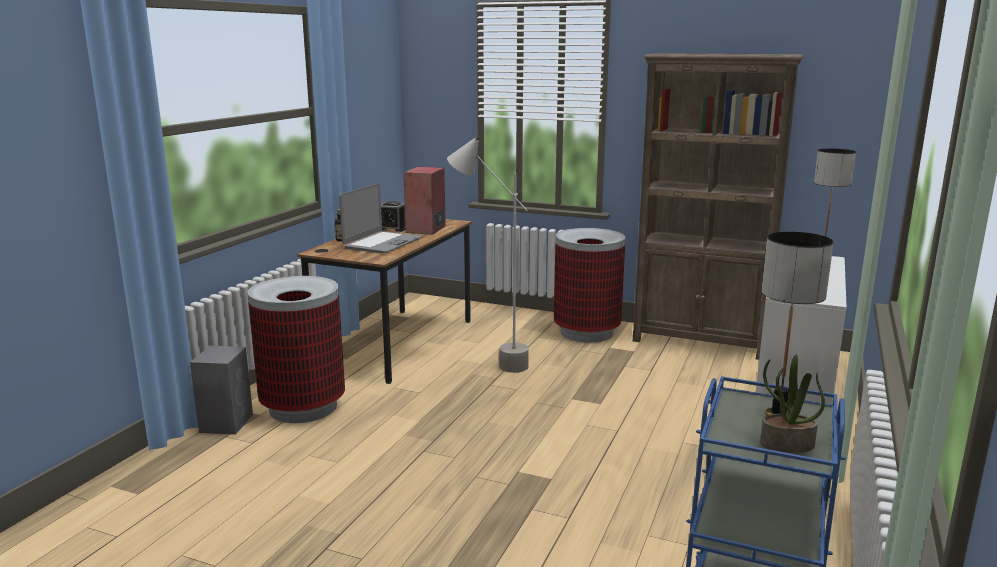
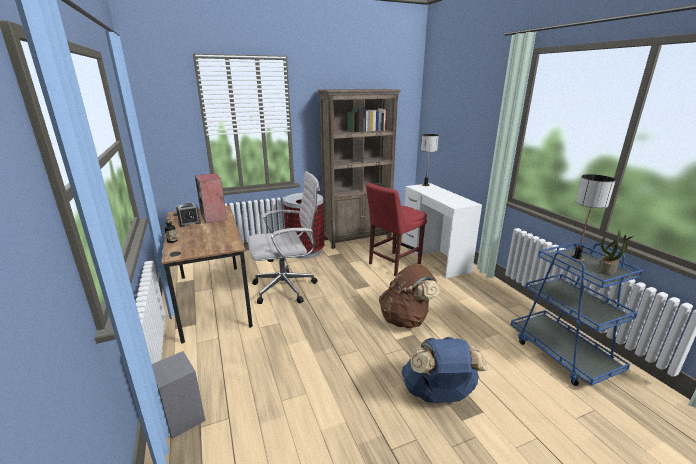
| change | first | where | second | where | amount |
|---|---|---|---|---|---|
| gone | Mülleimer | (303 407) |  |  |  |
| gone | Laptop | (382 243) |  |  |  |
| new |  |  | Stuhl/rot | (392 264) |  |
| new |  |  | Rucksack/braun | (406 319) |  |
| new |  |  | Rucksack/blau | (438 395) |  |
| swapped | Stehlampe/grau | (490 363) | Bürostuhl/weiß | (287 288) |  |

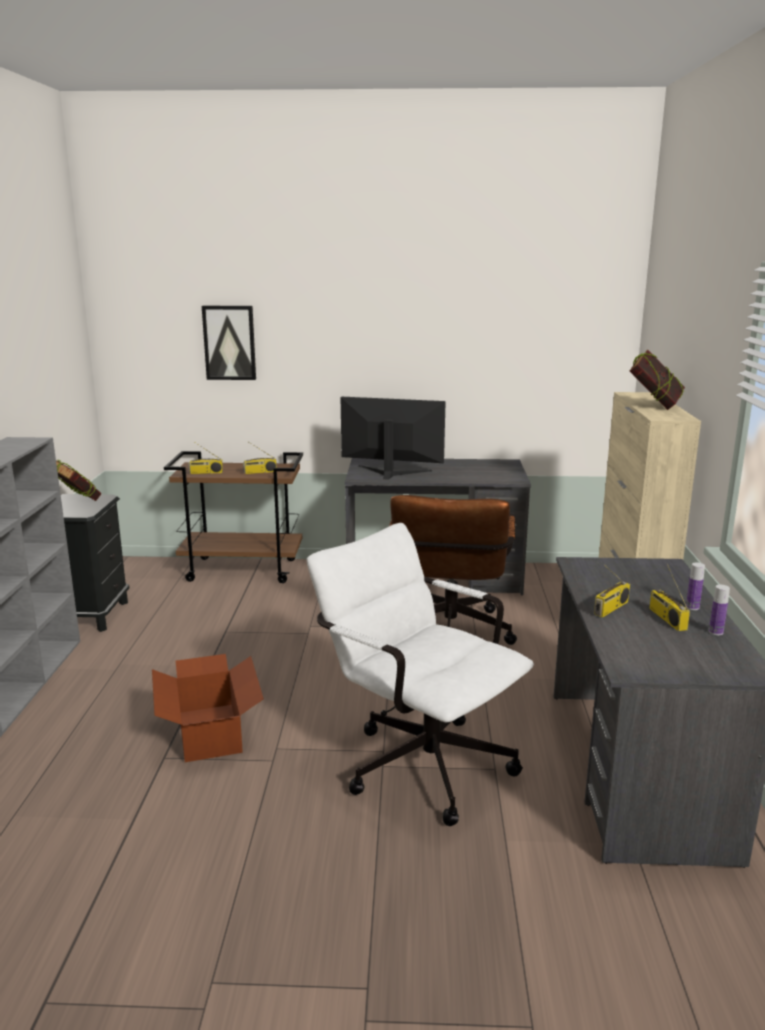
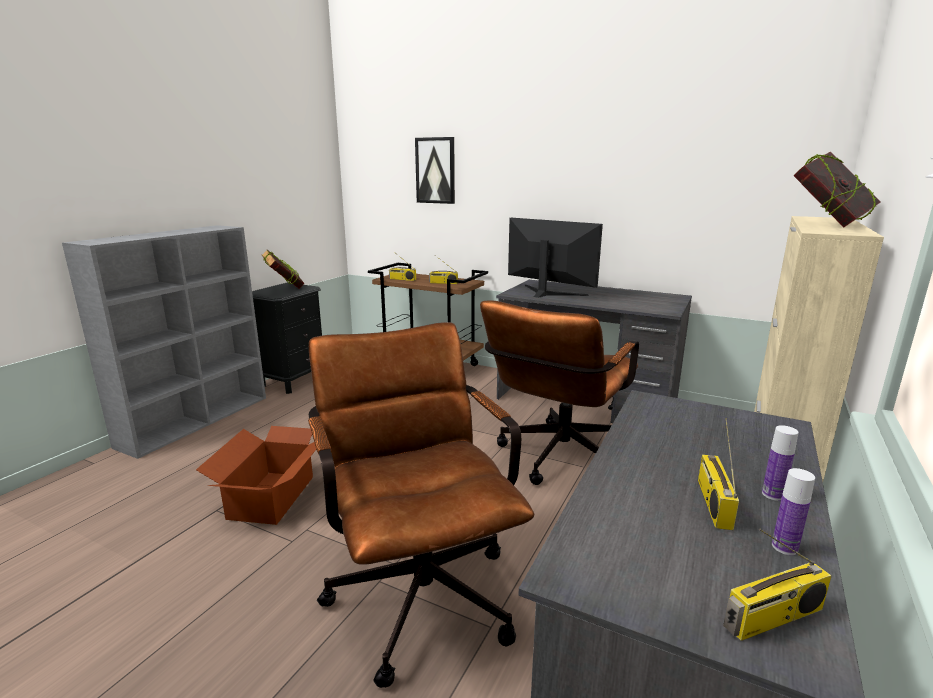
| change | first | where | second | where | amount |
|---|---|---|---|---|---|
| shifted | Radio | (611 608) |  | (773 619) |  |
| repainted | Bürostuhl/weiß | (417 760) | Bürostuhl/braun | (418 586) |  |

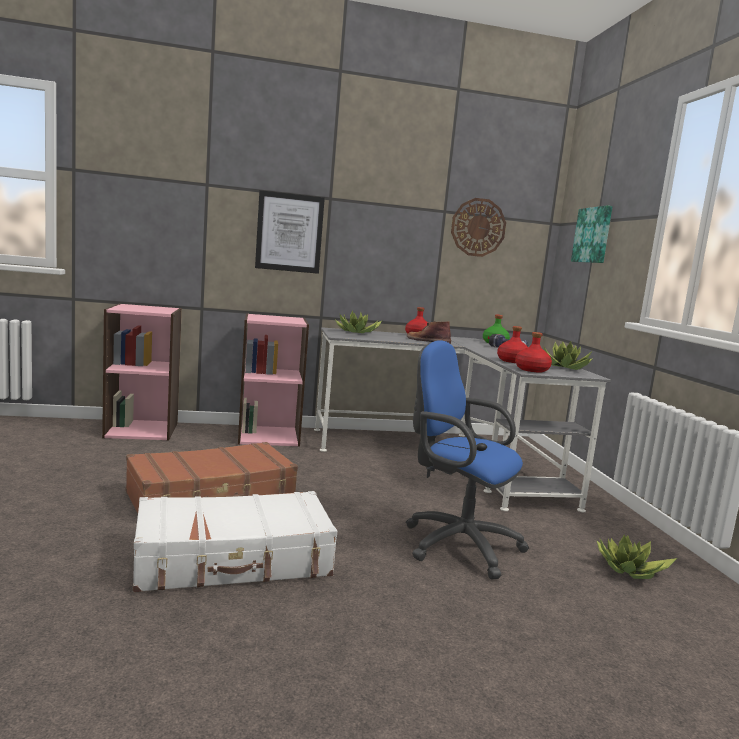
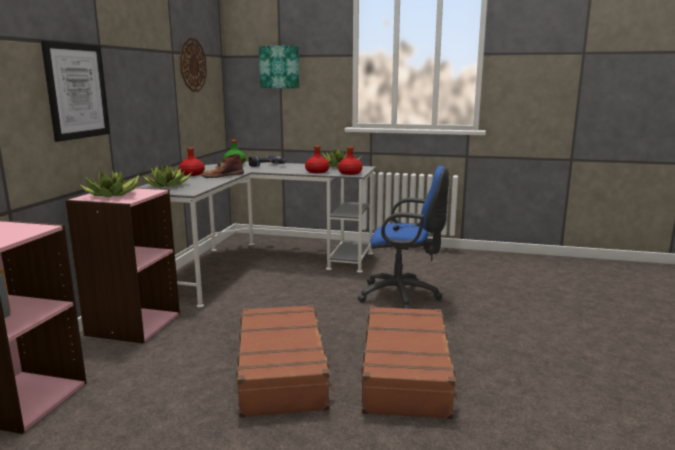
| change | first | where | second | where | amount |
|---|---|---|---|---|---|
| shifted | Topfpflanze | (630 571) |  | (114 195) |  |
| repainted | Koffer/weiß | (234 559) | Koffer/braun | (406 373) |  |
| rotated | Bürostuhl/blau | (455 543) |  | (403 296) | 135 degrees counterclockwise |

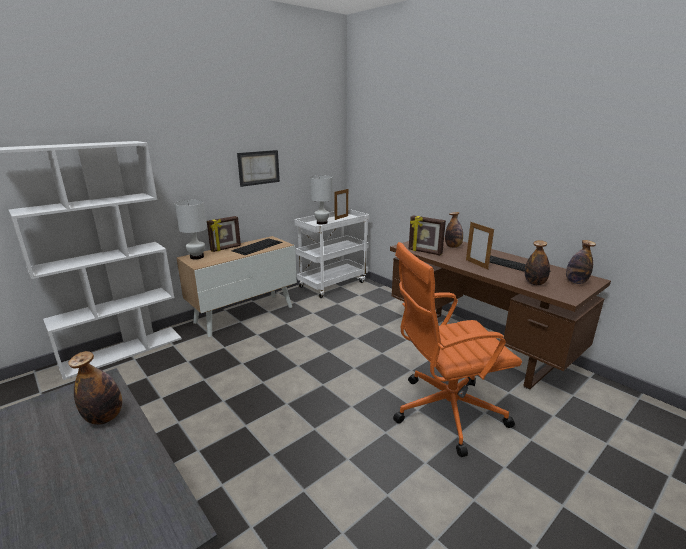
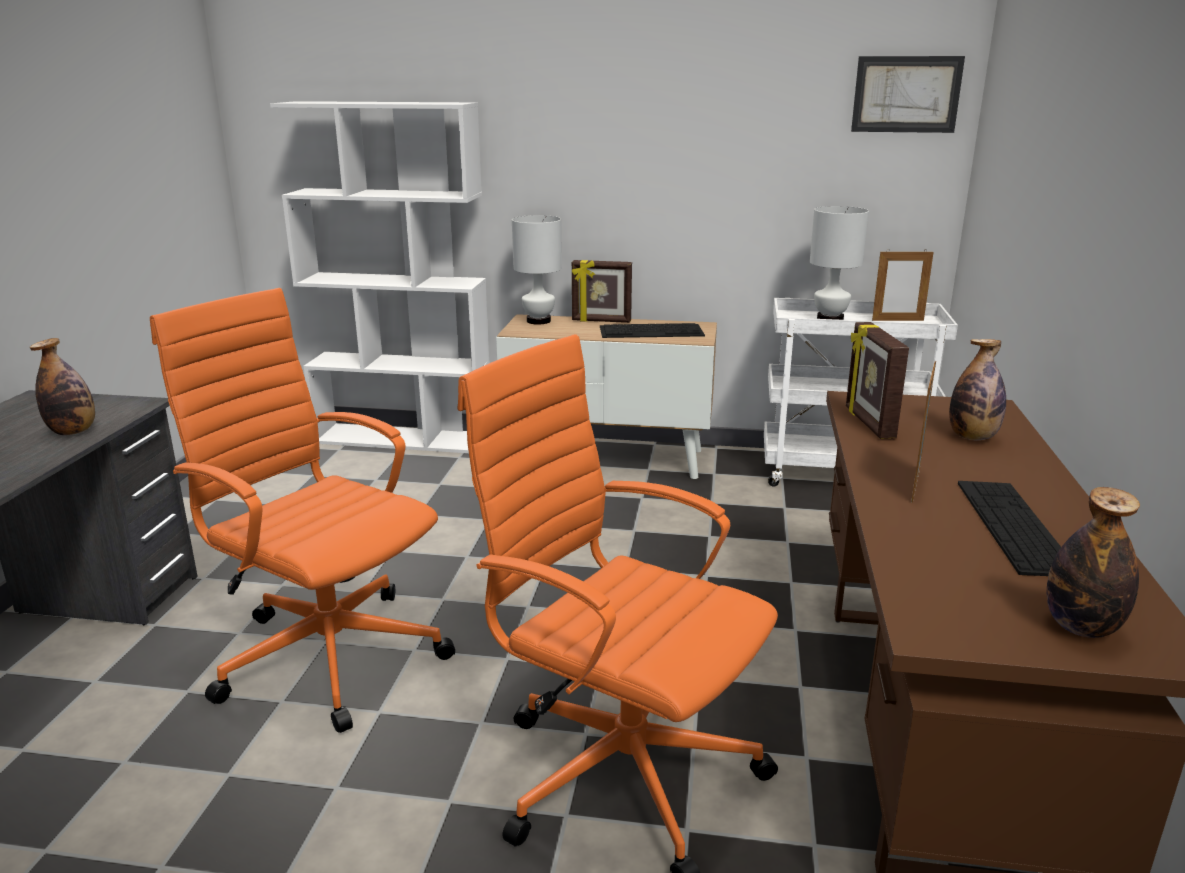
| change | first | where | second | where | amount |
|---|---|---|---|---|---|
| gone | Flasche | (534 283) |  |  |  |
| new |  |  | Bürostuhl/orange | (328 653) |  |
| shifted | Bild | (258 167) |  | (906 94) |  |

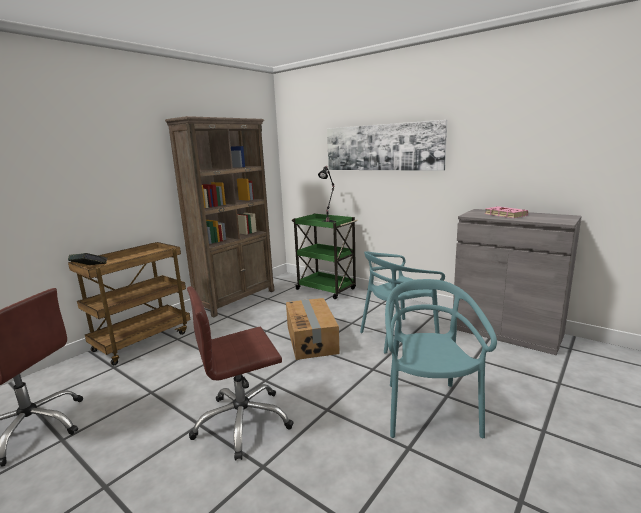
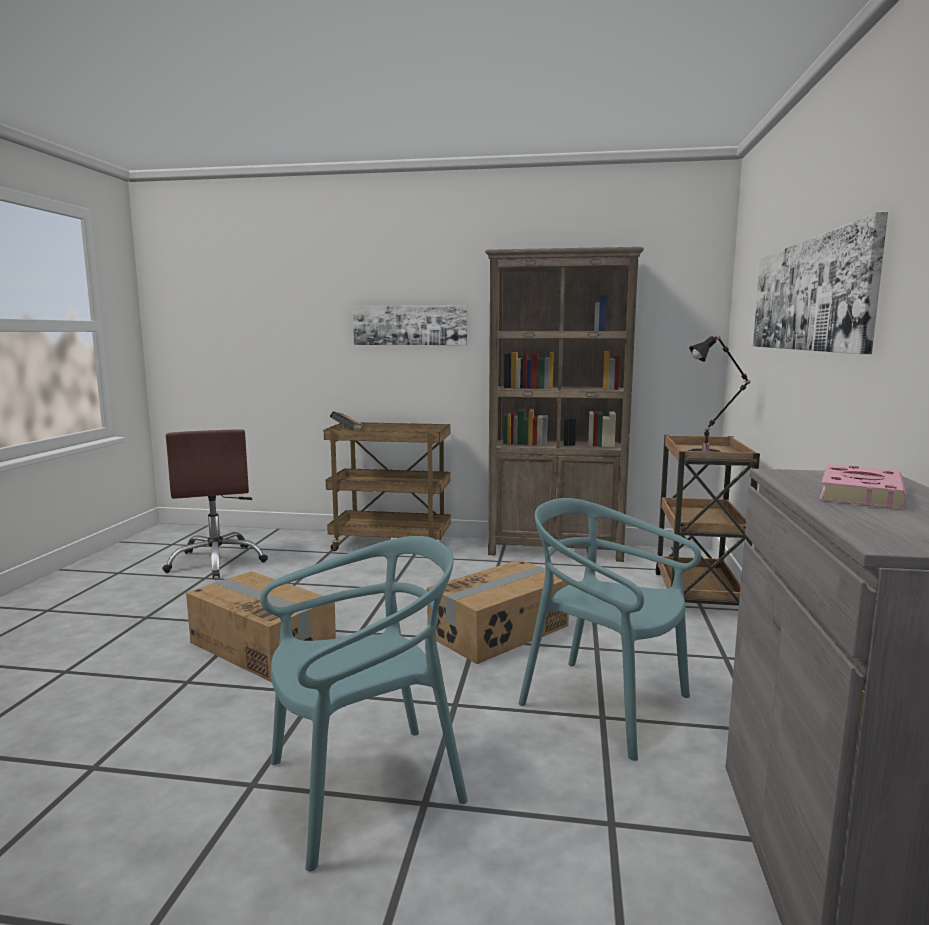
| change | first | where | second | where | amount |
|---|---|---|---|---|---|
| new |  |  | Bild | (410 325) |  |
| swapped | Bürostuhl/braun | (243 422) | Karton | (263 646) |  |
| repainted | Rollwagen/grün | (326 289) | Rollwagen/braun | (697 595) |  |

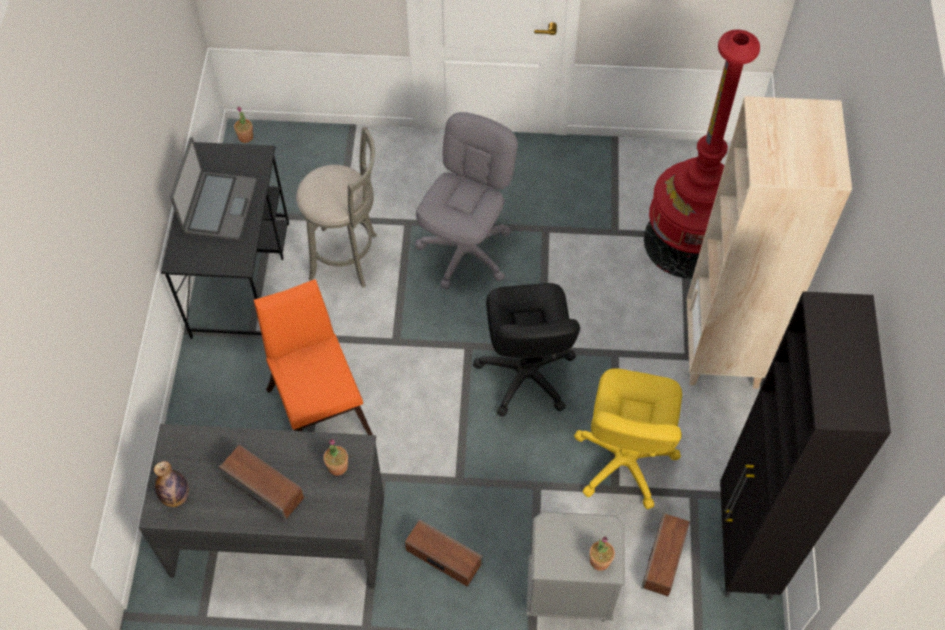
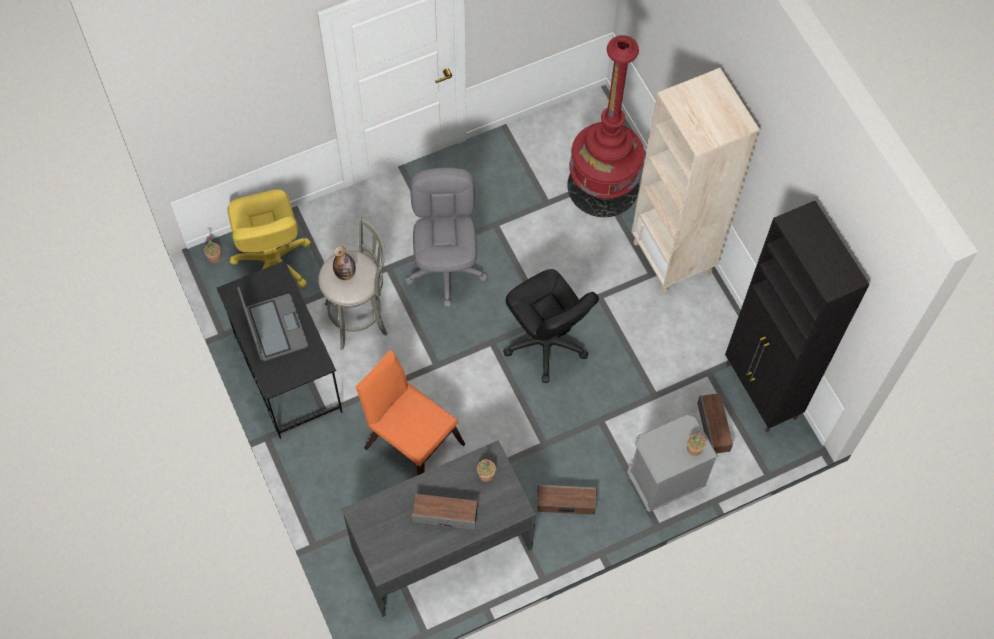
| change | first | where | second | where | amount |
|---|---|---|---|---|---|
| shifted | Flasche | (176 497) |  | (345 273) |  |
| shifted | Bürostuhl/gelb | (623 461) |  | (272 263) |  |

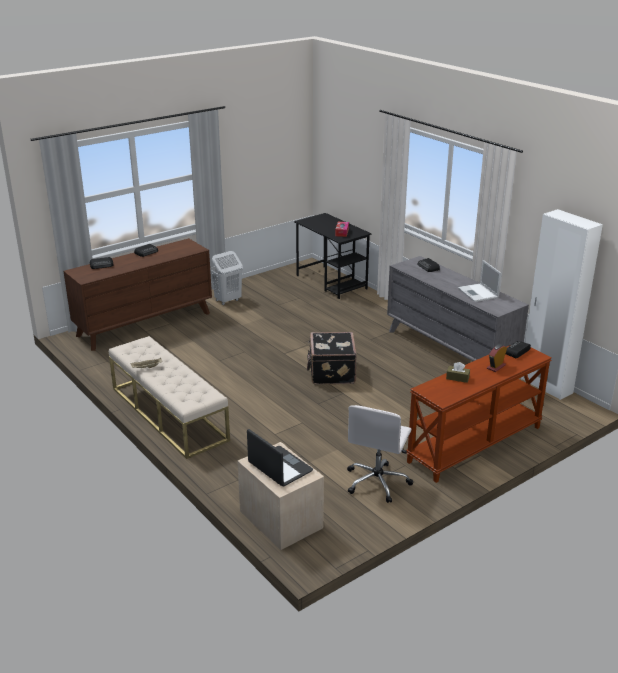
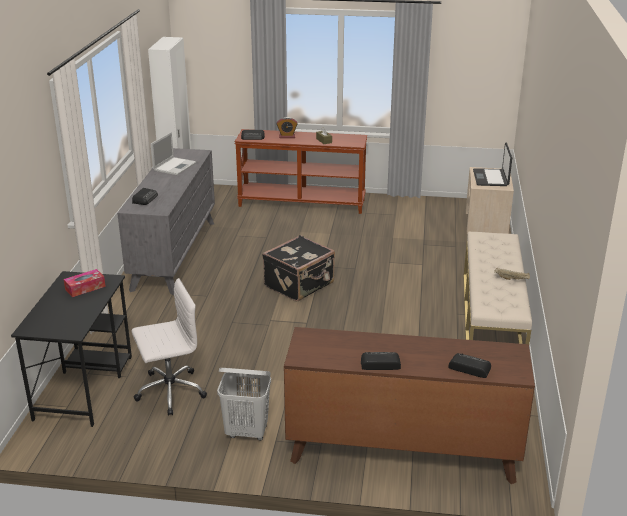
| change | first | where | second | where | amount |
|---|---|---|---|---|---|
| shifted | Bürostuhl/weiß | (377 482) |  | (169 391) |  |

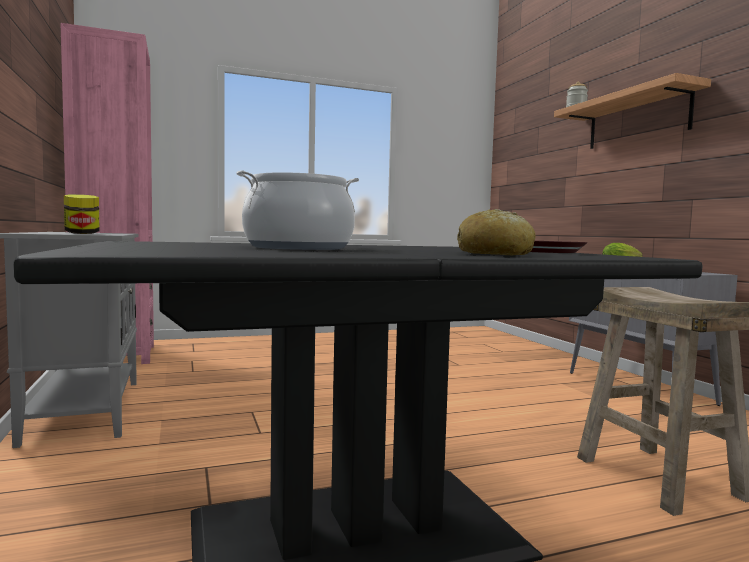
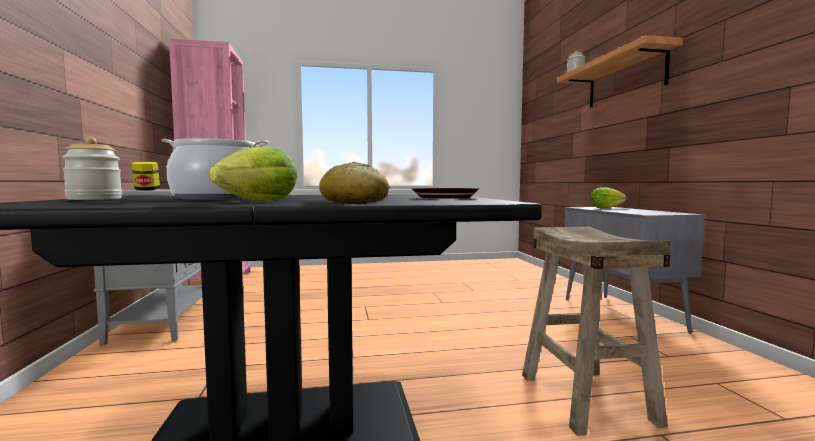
| change | first | where | second | where | amount |
|---|---|---|---|---|---|
| new |  |  | Vorratsglas | (94 199) |  |
| new |  |  | Salatkopf | (255 201) |  |

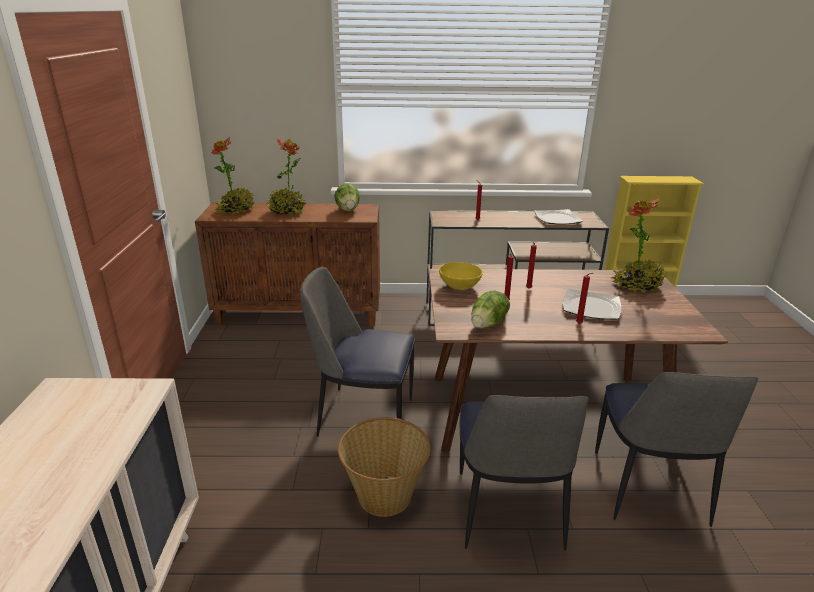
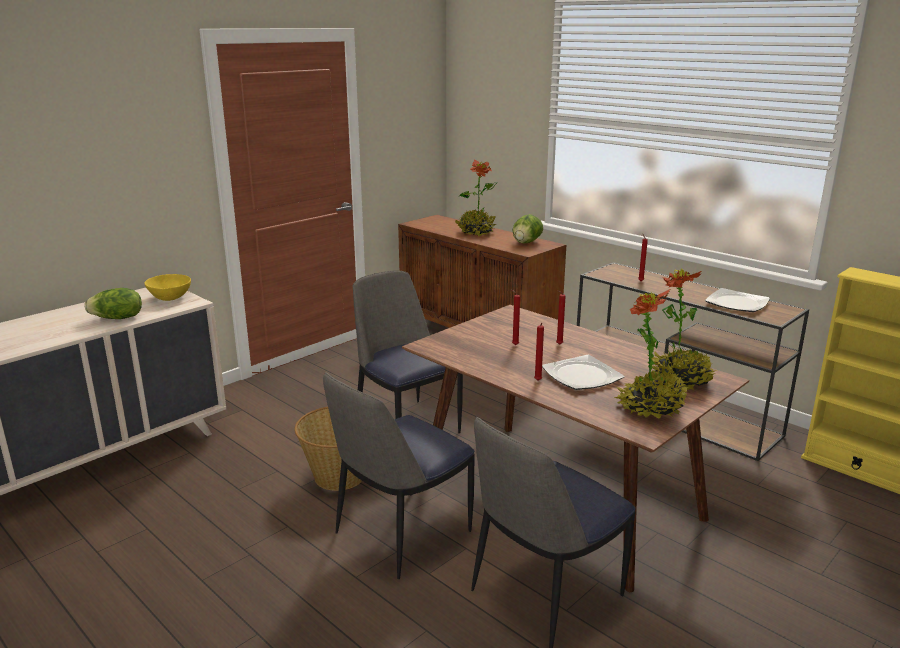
| change | first | where | second | where | amount |
|---|---|---|---|---|---|
| shifted | Topfpflanze | (236 210) |  | (650 407) |  |
| shifted | Schüssel/gelb | (459 286) |  | (170 298) |  |
| shifted | Salatkopf | (489 324) |  | (117 318) |  |

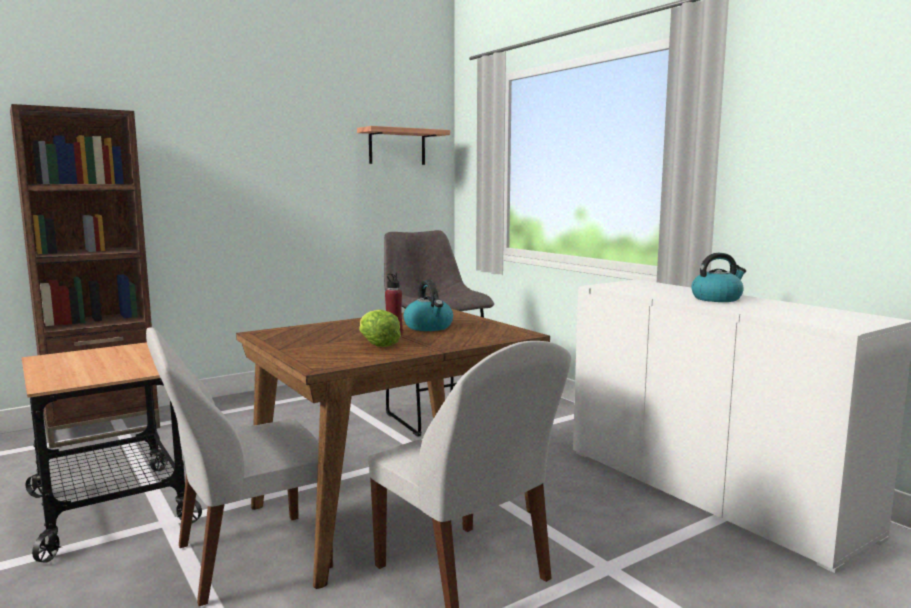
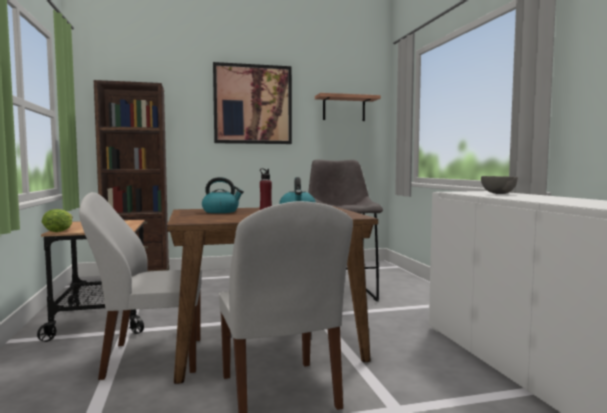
| change | first | where | second | where | amount |
|---|---|---|---|---|---|
| new |  |  | Bild | (253 104) |  |
| new |  |  | Schüssel/grau | (498 194) |  |
| shifted | Salatkopf | (377 344) |  | (59 230) |  |
| shifted | Wasserkessel | (717 298) |  | (221 211) |  |

